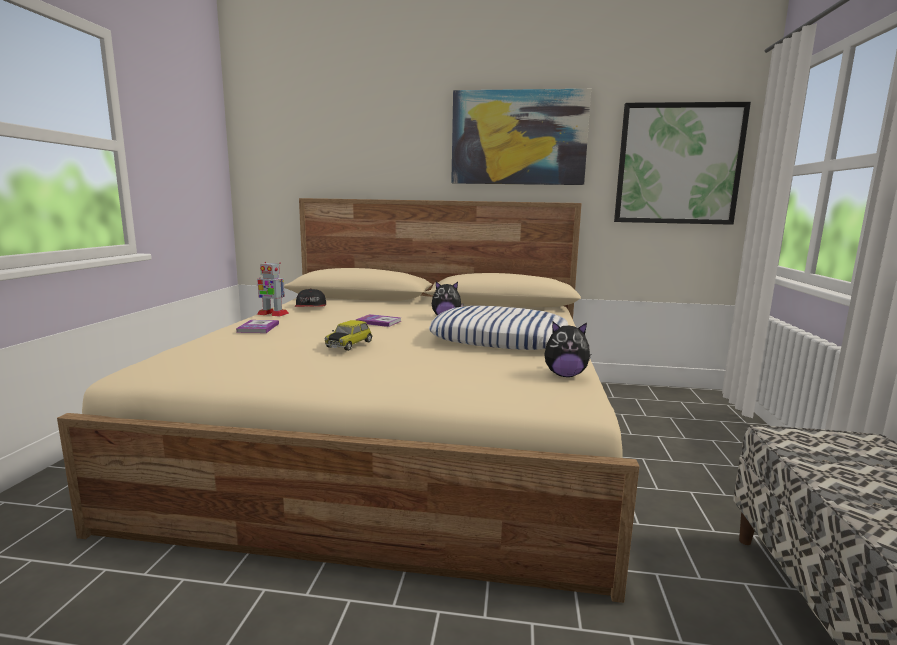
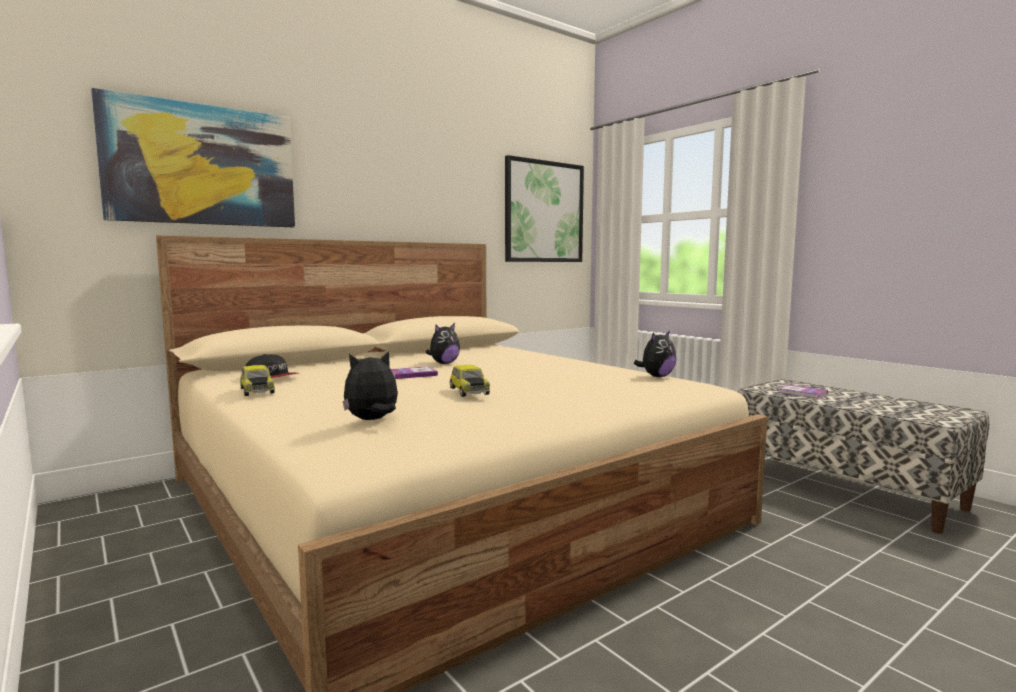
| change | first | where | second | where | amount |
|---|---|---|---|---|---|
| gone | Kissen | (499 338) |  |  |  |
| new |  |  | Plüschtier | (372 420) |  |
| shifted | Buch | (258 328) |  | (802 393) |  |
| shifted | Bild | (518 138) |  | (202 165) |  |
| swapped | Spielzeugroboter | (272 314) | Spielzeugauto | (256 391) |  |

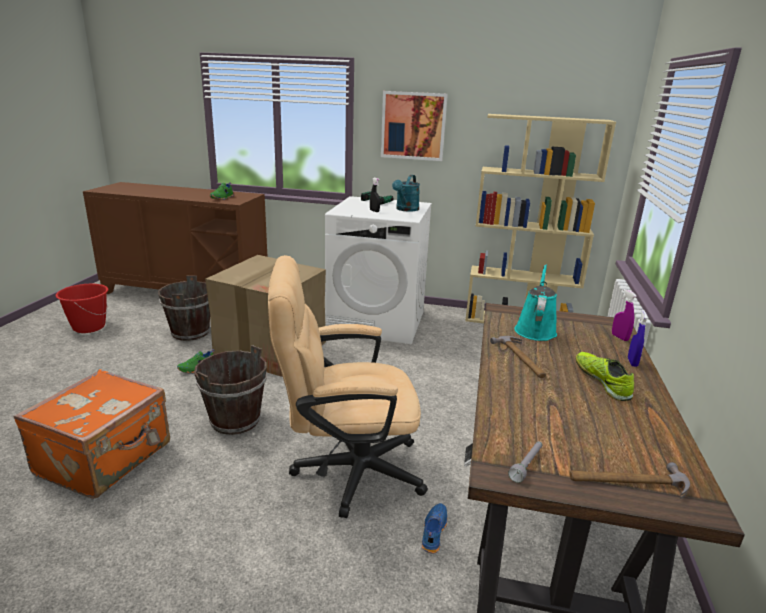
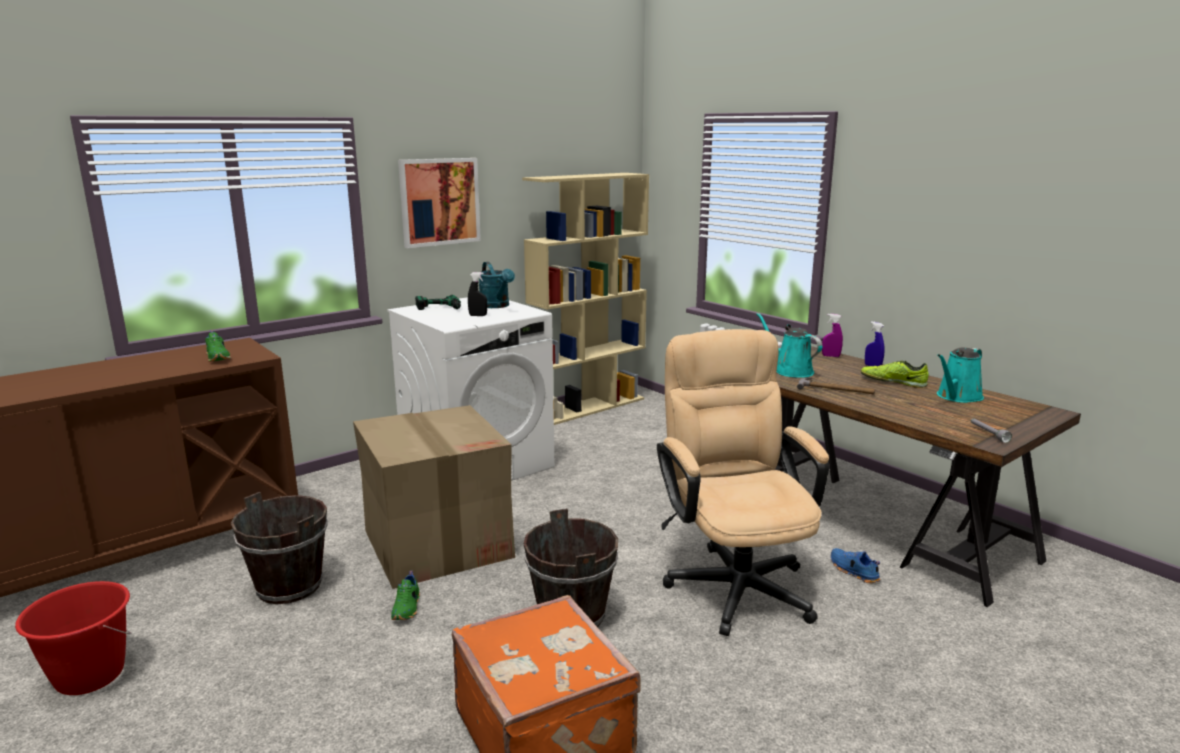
| change | first | where | second | where | amount |
|---|---|---|---|---|---|
| gone | Hammer | (627 482) |  |  |  |
| new |  |  | Gießkanne/türkis | (957 397) |  |
| rotated | Bürostuhl/beige | (345 470) |  | (734 581) | 135 degrees clockwise |

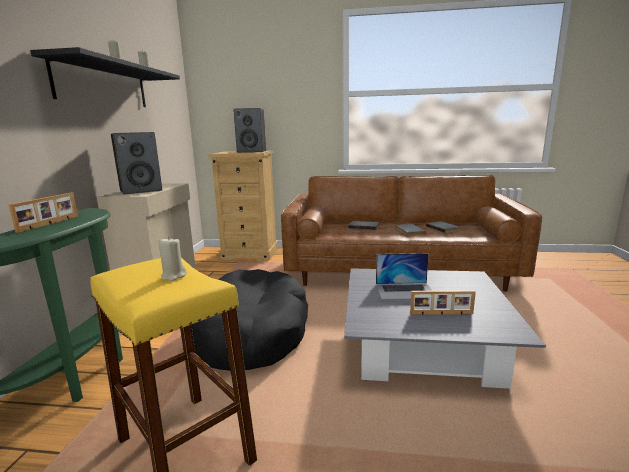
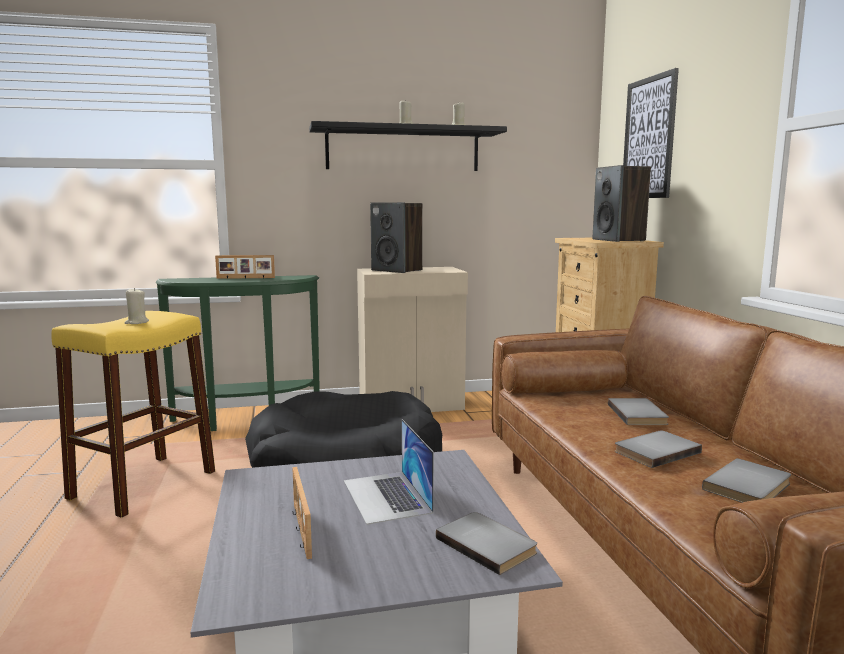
| change | first | where | second | where | amount |
|---|---|---|---|---|---|
| new |  |  | Buch/grau | (488 544) |  |
| new |  |  | Bild | (649 138) |  |

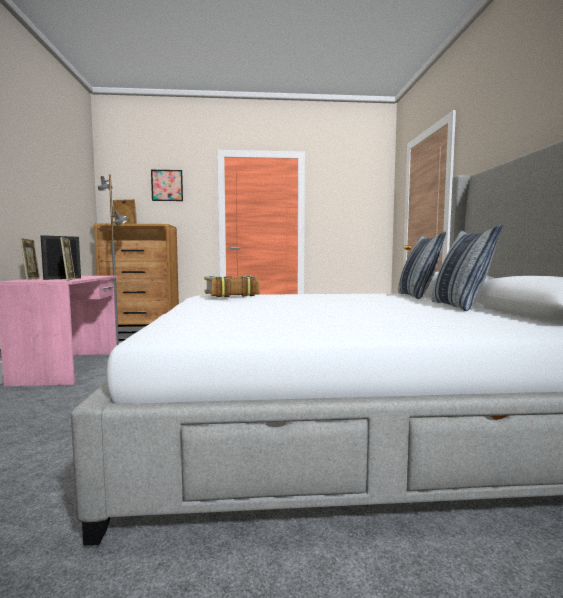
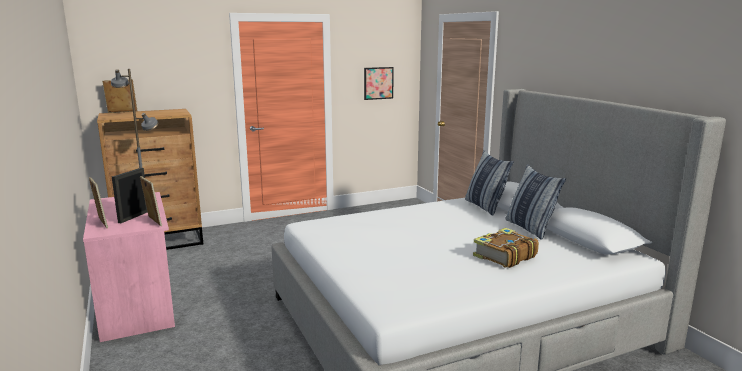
| change | first | where | second | where | amount |
|---|---|---|---|---|---|
| shifted | Bild | (167 185) |  | (378 83) |  |
| shifted | Buch | (231 294) |  | (504 256) |  |

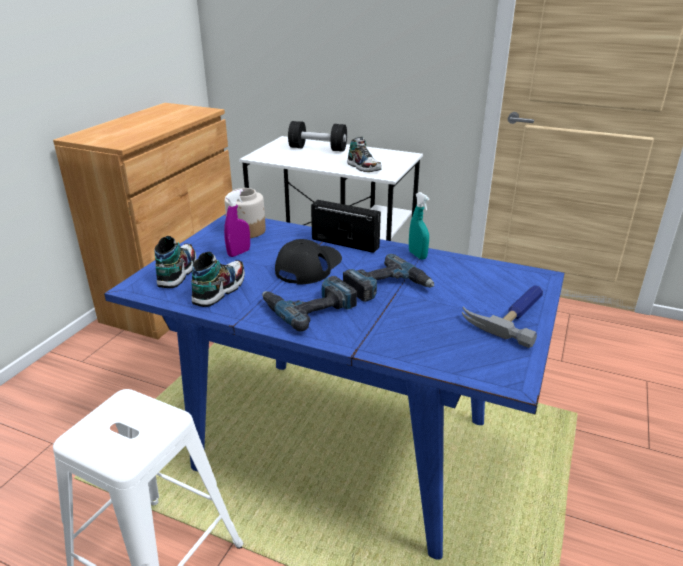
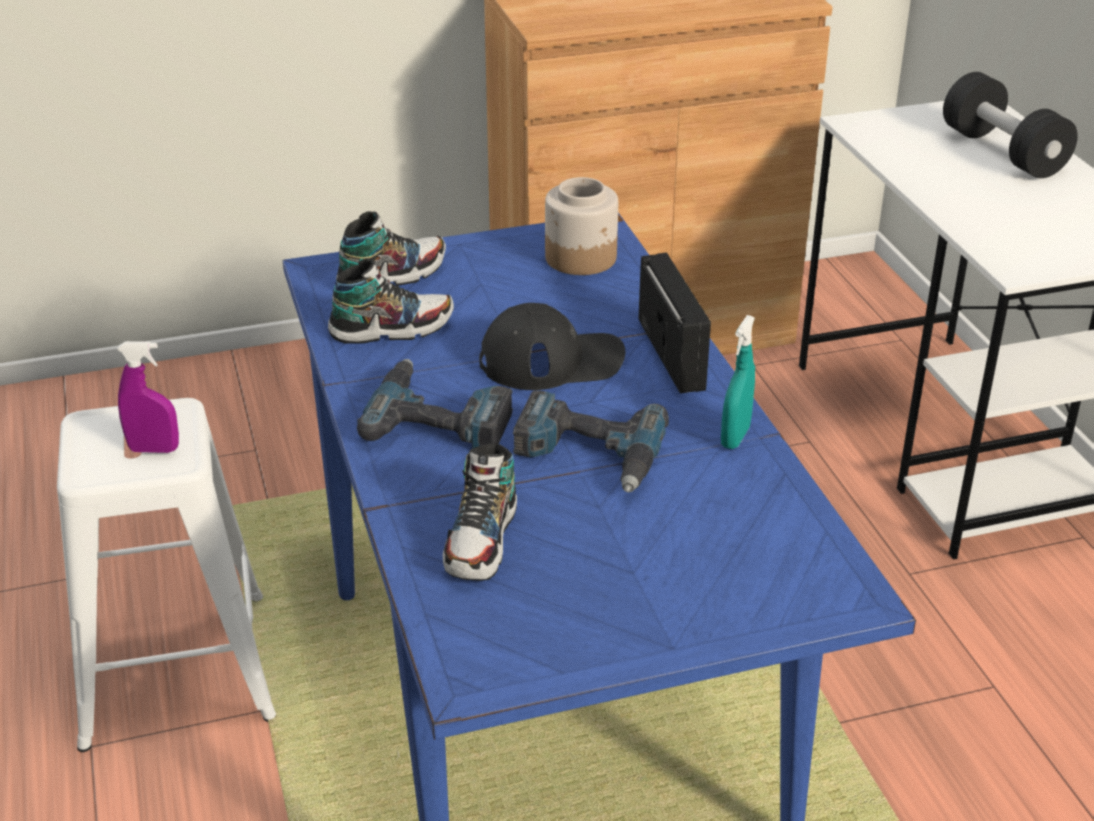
| change | first | where | second | where | amount |
|---|---|---|---|---|---|
| gone | Hammer | (512 315) |  |  |  |
| shifted | Sprühflasche/lila | (239 253) |  | (154 449) |  |
| shifted | Schuh | (364 167) |  | (482 541) |  |

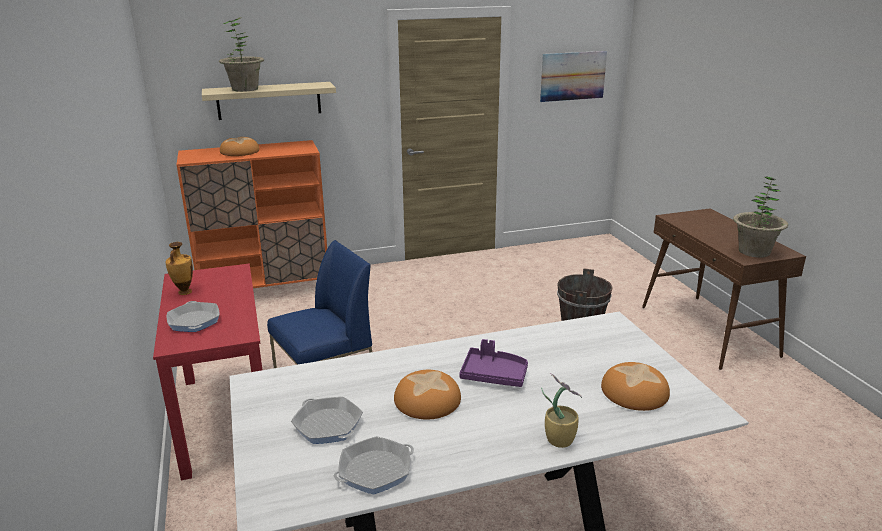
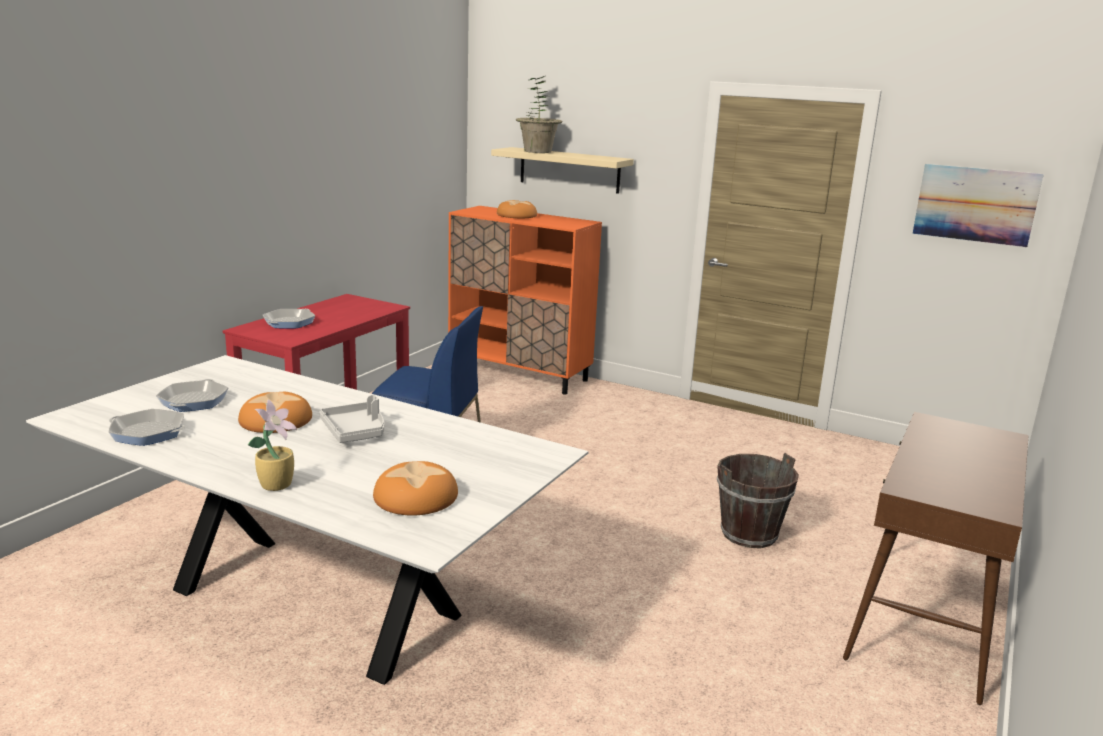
| change | first | where | second | where | amount |
|---|---|---|---|---|---|
| gone | Vase | (184 292) |  |  |  |
| gone | Topfpflanze | (754 252) |  |  |  |
| repainted | Tablett/lila | (494 375) | Tablett/grau | (355 432) |  |

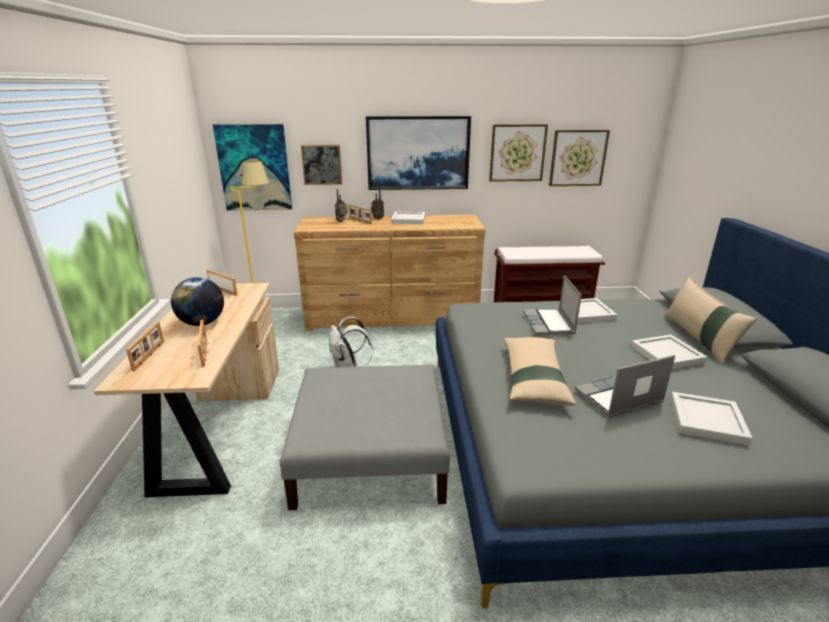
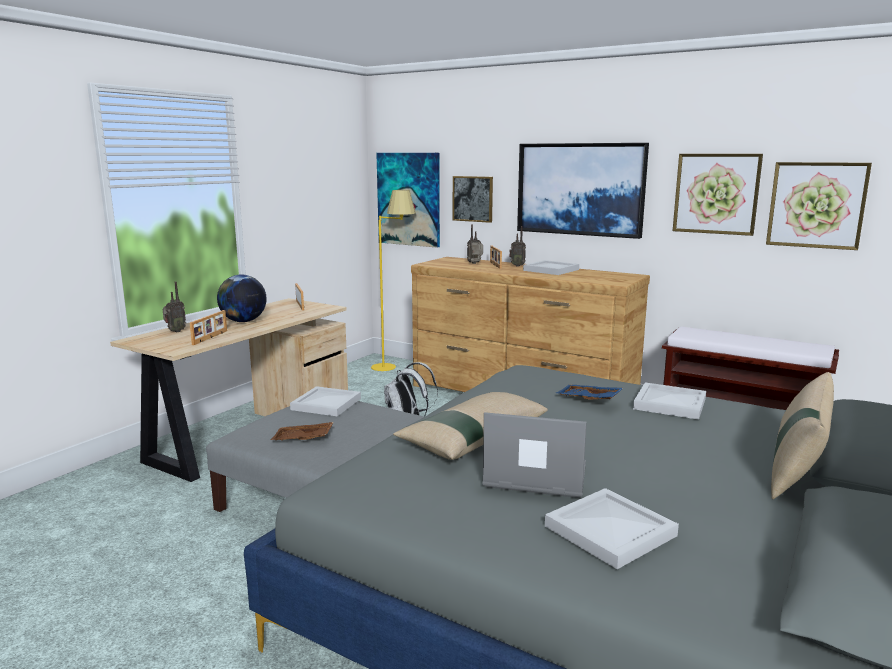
| change | first | where | second | where | amount |
|---|---|---|---|---|---|
| new |  |  | Tablett/braun | (302 439) |  |
| shifted | Tablett/weiß | (667 354) |  | (327 404) |  |
| swapped | Bilderrahmen | (150 355) | Radio | (175 331) |  |
| swapped | Laptop | (549 323) | Tablett/blau | (588 399) |  |

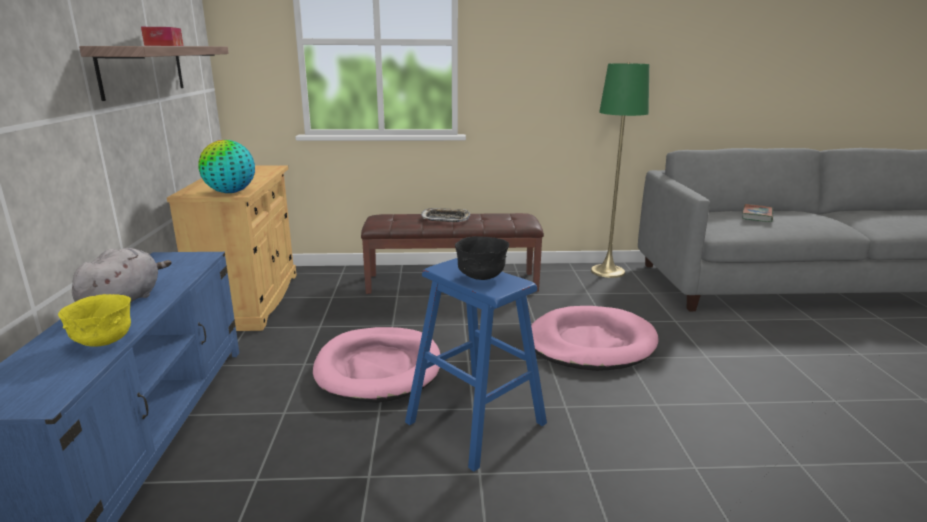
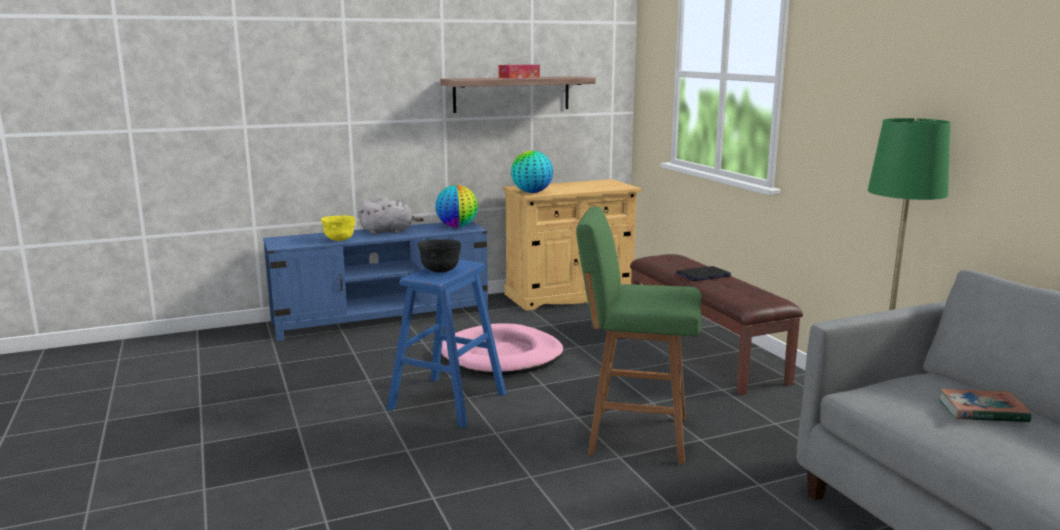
| change | first | where | second | where | amount |
|---|---|---|---|---|---|
| new |  |  | Globus | (457 226) |  |
| swapped | Tablett | (445 219) | Laptop | (703 275) |  |
| swapped | Hundebett/rosa | (590 343) | Hocker/grün | (633 435) |  |

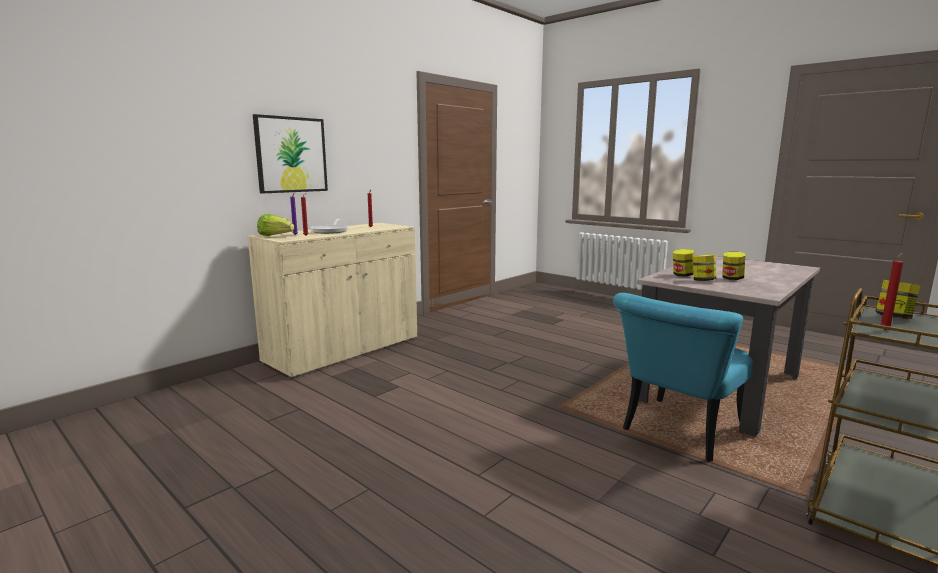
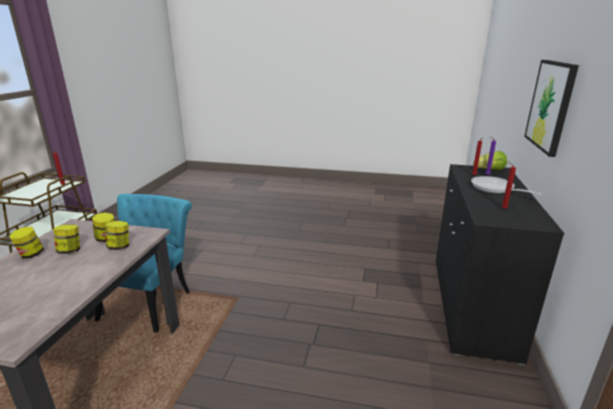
| change | first | where | second | where | amount |
|---|---|---|---|---|---|
| shifted | Vorratsglas | (893 317) |  | (31 254) |  |
| repainted | Schrank/beige | (344 350) | Schrank/schwarz | (471 305) |  |

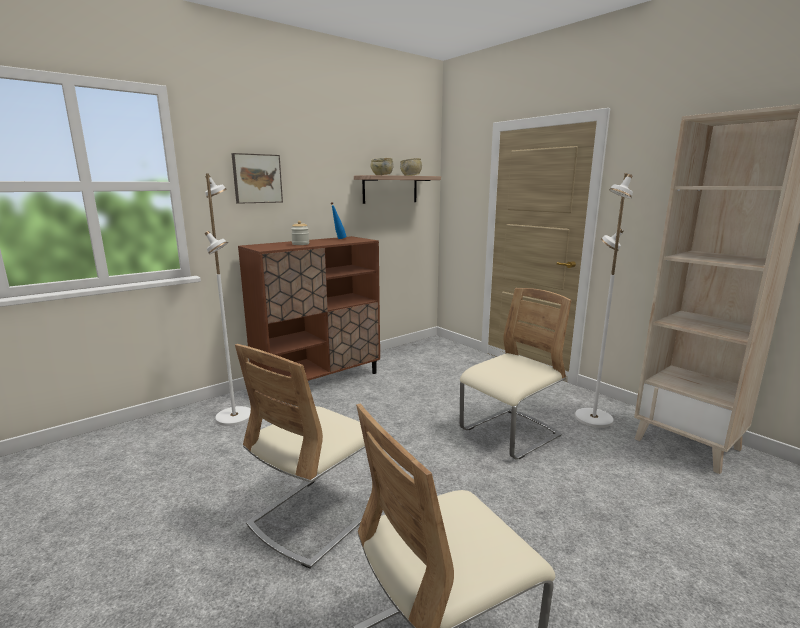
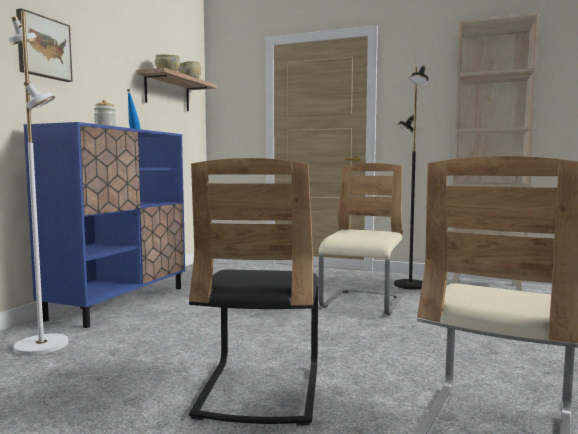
| change | first | where | second | where | amount |
|---|---|---|---|---|---|
| repainted | Stuhl/beige | (316 515) | Stuhl/schwarz | (260 389) |  |
| repainted | Schrank/braun | (319 381) | Schrank/blau | (120 302) |  |
| repainted | Stehlampe/weiß | (592 418) | Stehlampe/schwarz | (409 285) |  |

